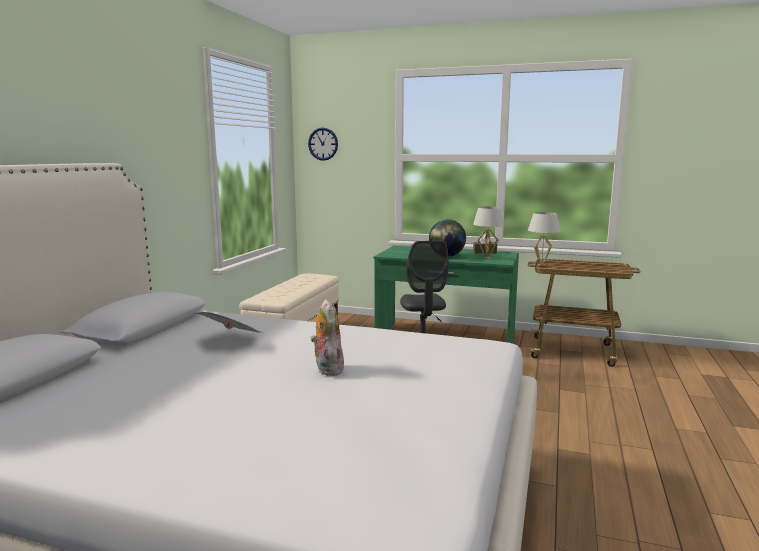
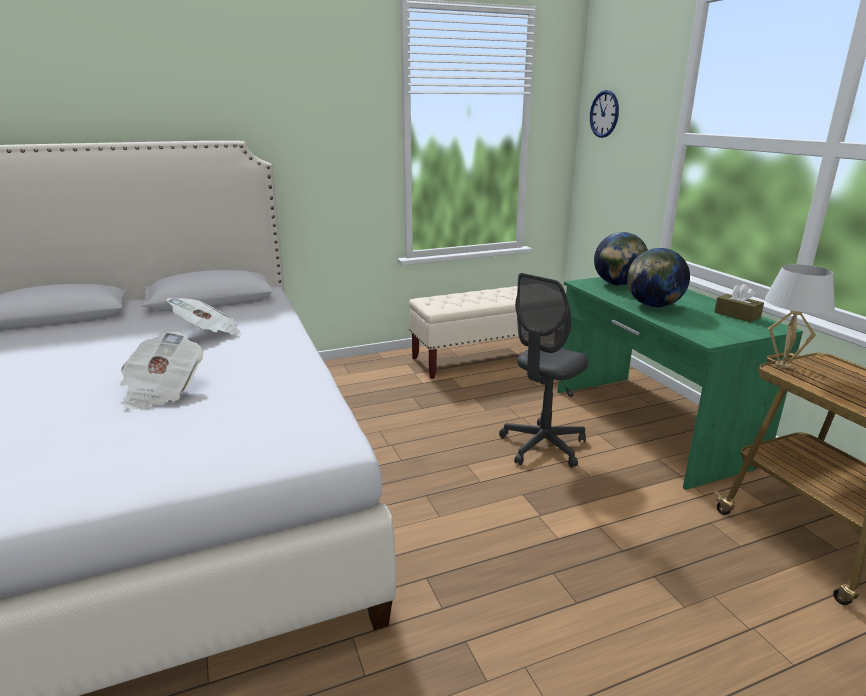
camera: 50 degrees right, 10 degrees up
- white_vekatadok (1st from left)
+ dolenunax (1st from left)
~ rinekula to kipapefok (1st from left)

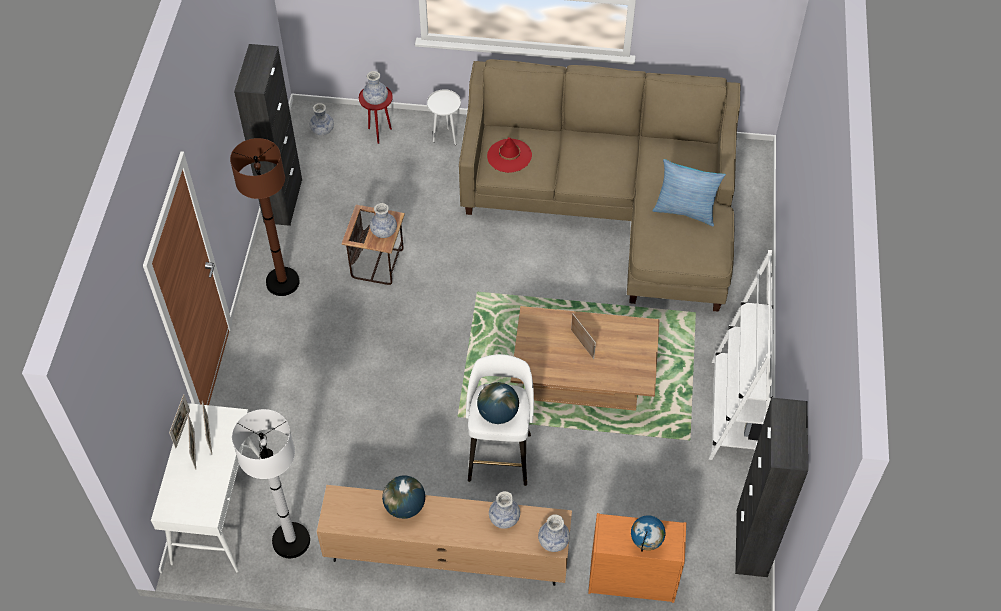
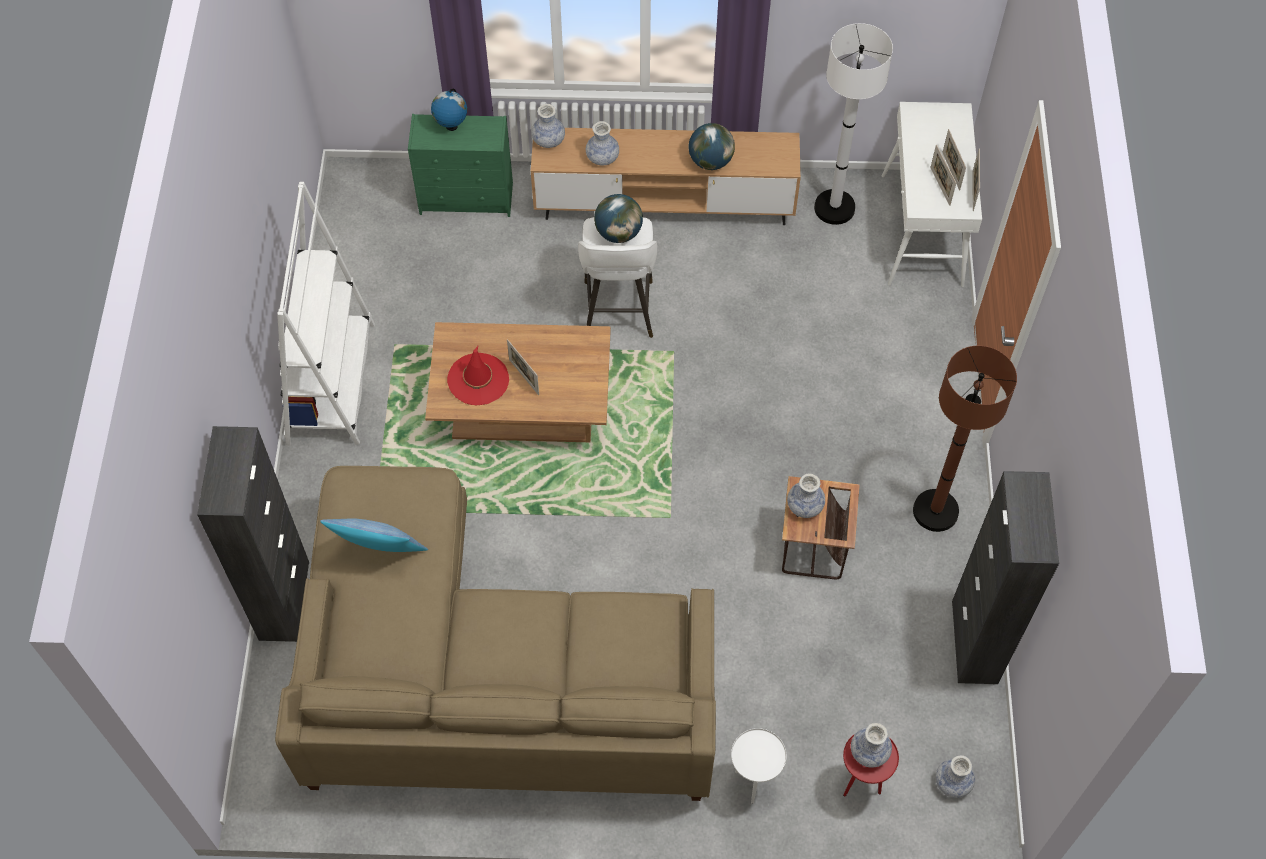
camera: 175 degrees right, 5 degrees up
~ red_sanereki
~ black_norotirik (2nd from left in the first image) to black_norotirik (1st from left)
~ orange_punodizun to green_punodizun

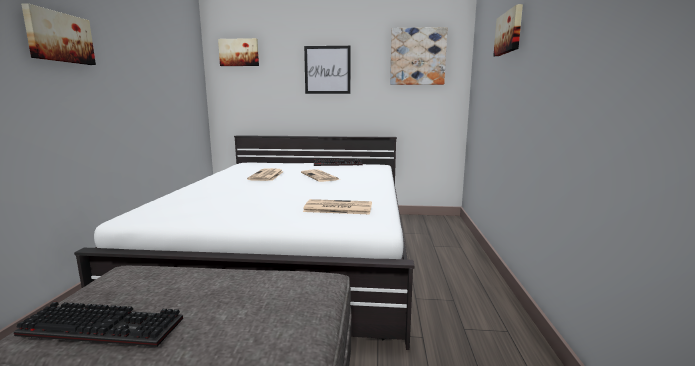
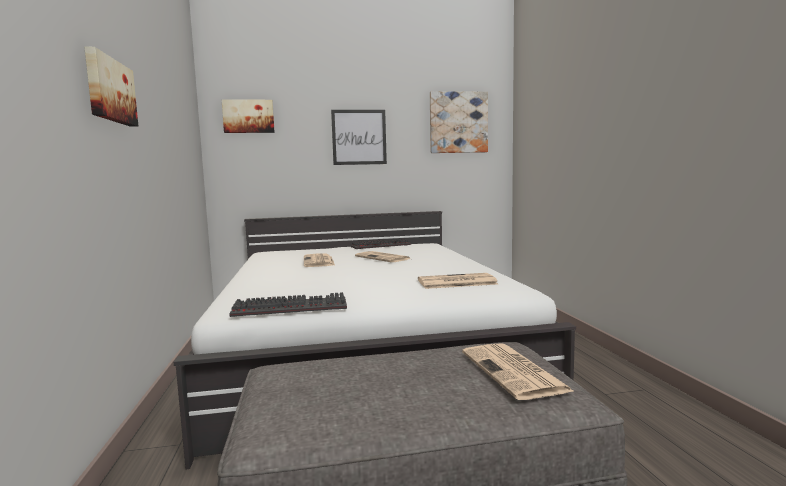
camera: 15 degrees left, 5 degrees down
- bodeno (5th from left)
+ kipapefok (4th from left)
~ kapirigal (1st from left)

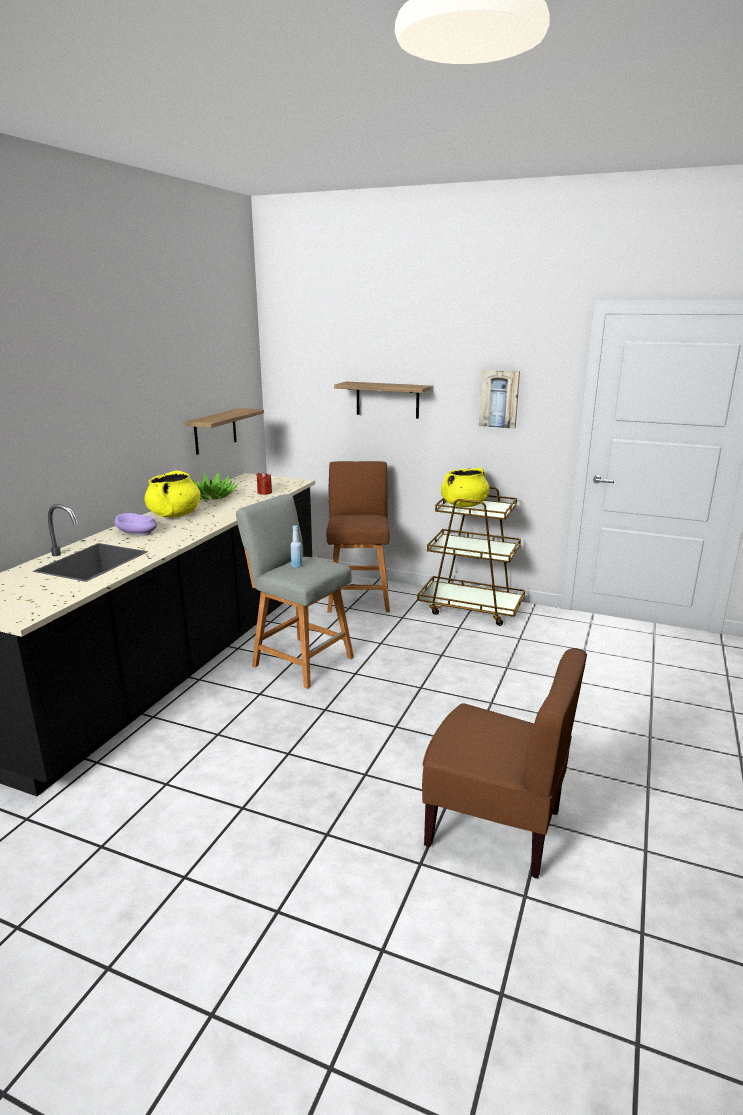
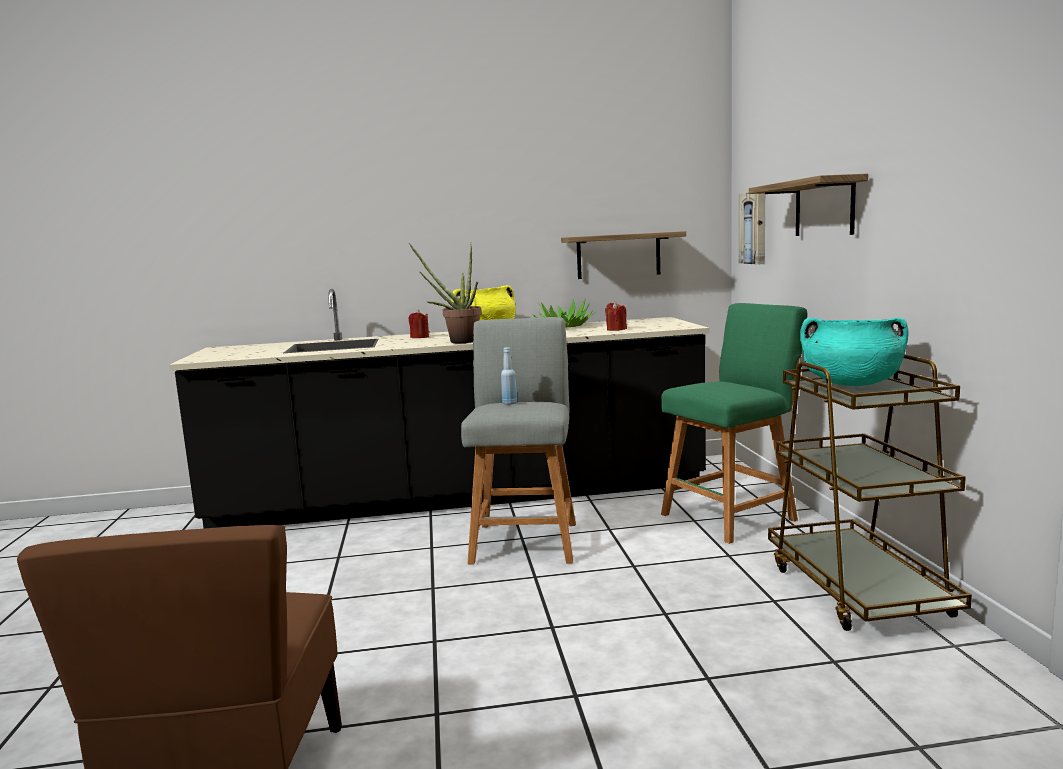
camera: 60 degrees right, 10 degrees down
+ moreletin (1st from left)
~ bodeno
~ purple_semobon to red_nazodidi (1st from left)
~ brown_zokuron to green_zokuron
~ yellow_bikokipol (2nd from left) to turquoise_bikokipol

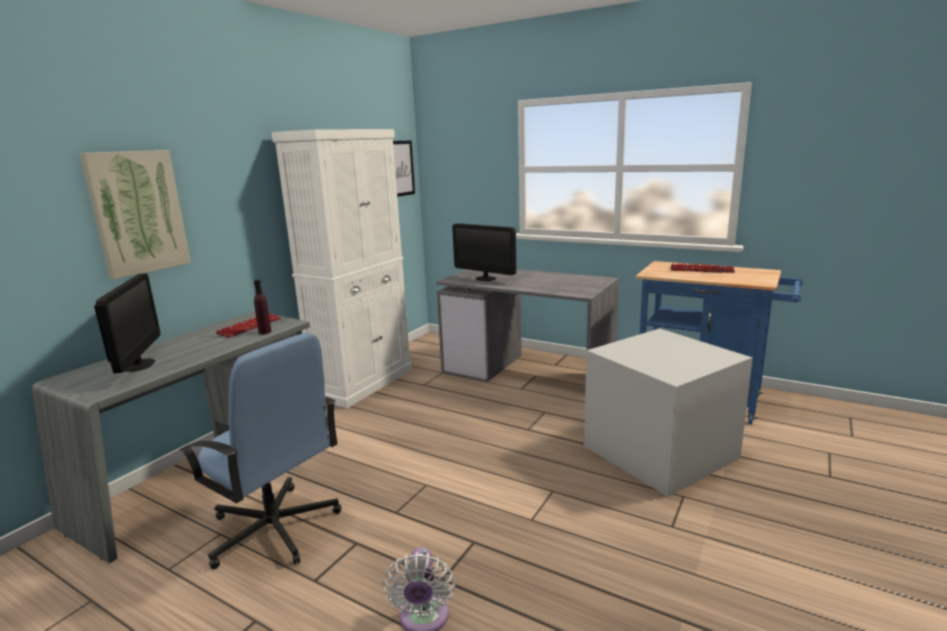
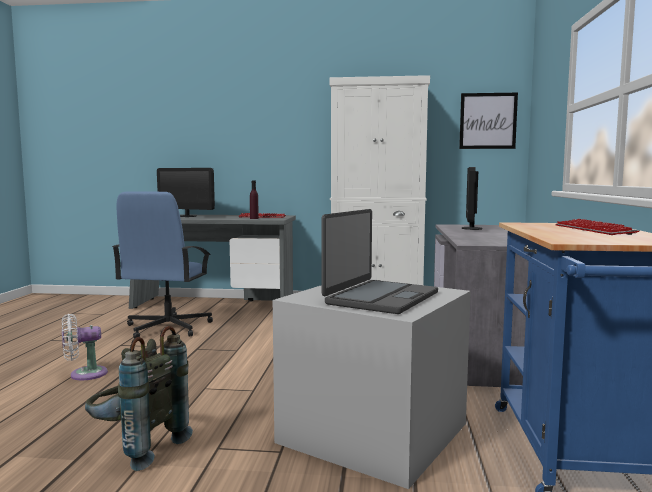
camera: 65 degrees right, 10 degrees down
- bodeno (1st from left)
+ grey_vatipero
+ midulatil
~ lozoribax (1st from left) 60 degrees clockwise

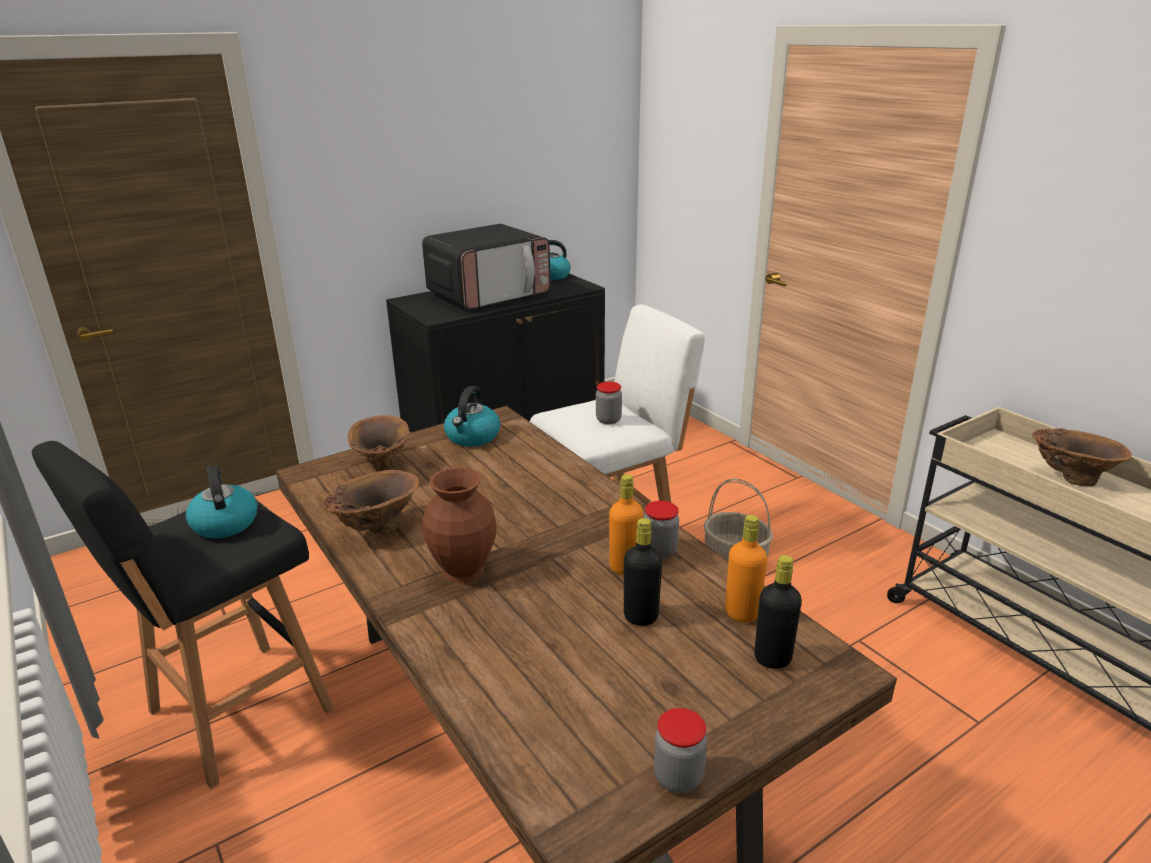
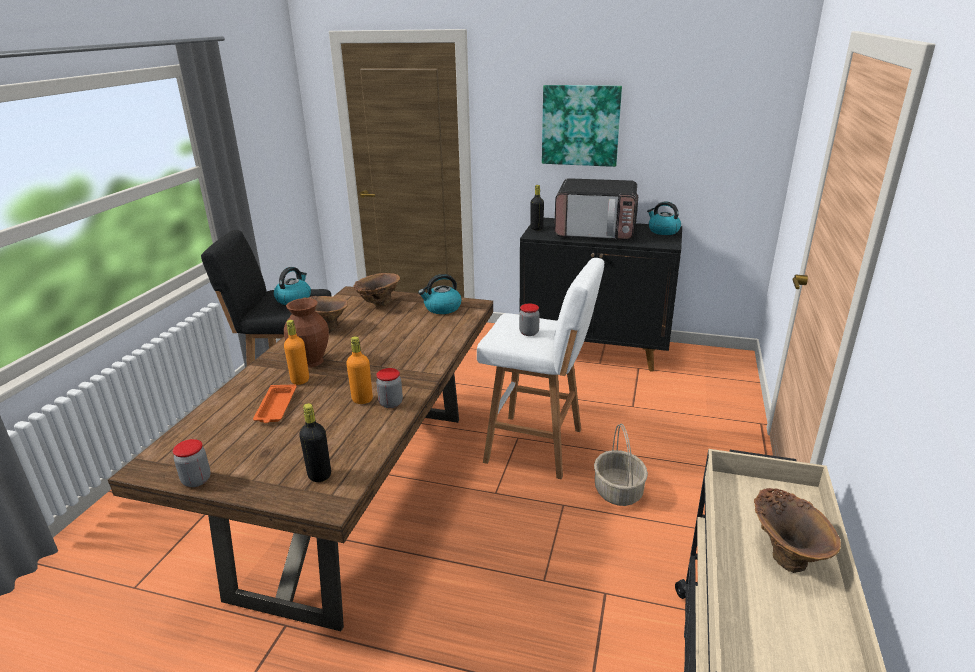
camera: 50 degrees right, 0 degrees up
+ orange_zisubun
+ bodeno
~ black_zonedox (1st from left in the first image) to black_zonedox (2nd from left)
~ orange_zonedox (2nd from left in the first image) to orange_zonedox (1st from left)

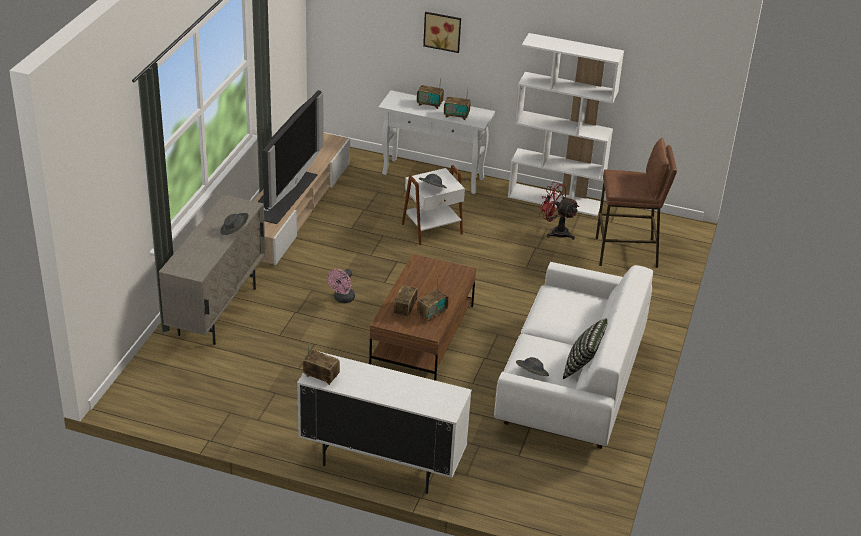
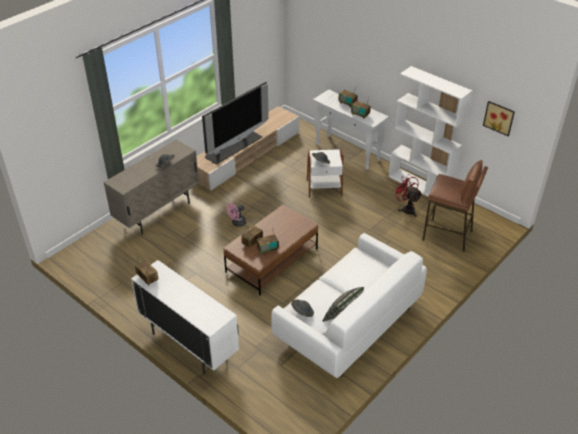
camera: 25 degrees right, 5 degrees up
~ bodeno

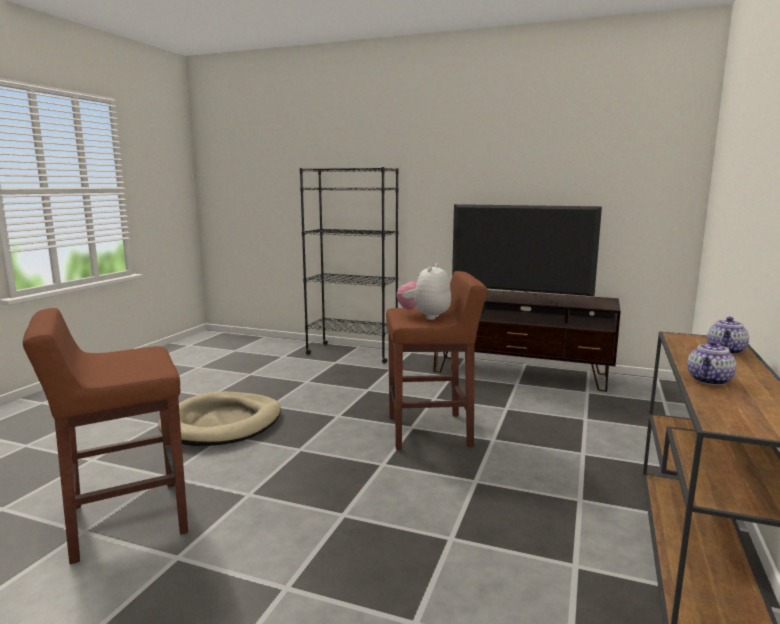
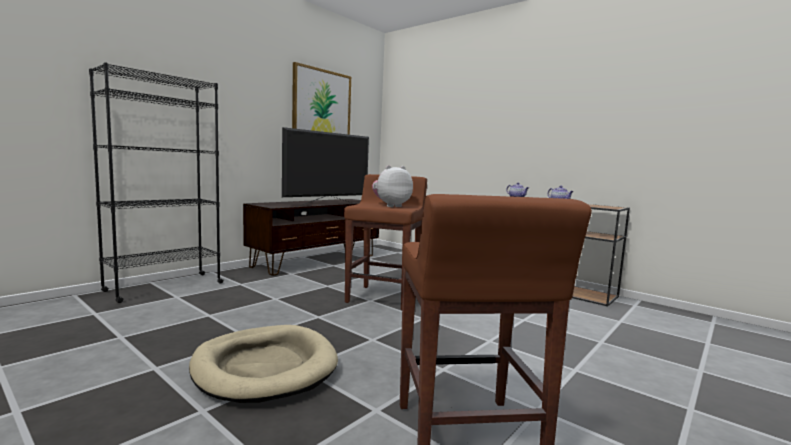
camera: 70 degrees left, 5 degrees down
+ bodeno
~ rinekula 105 degrees clockwise

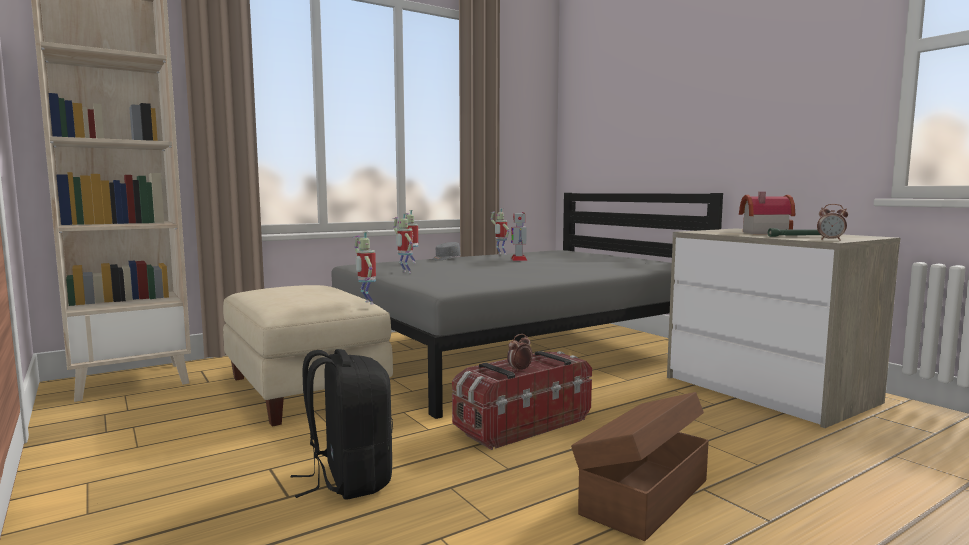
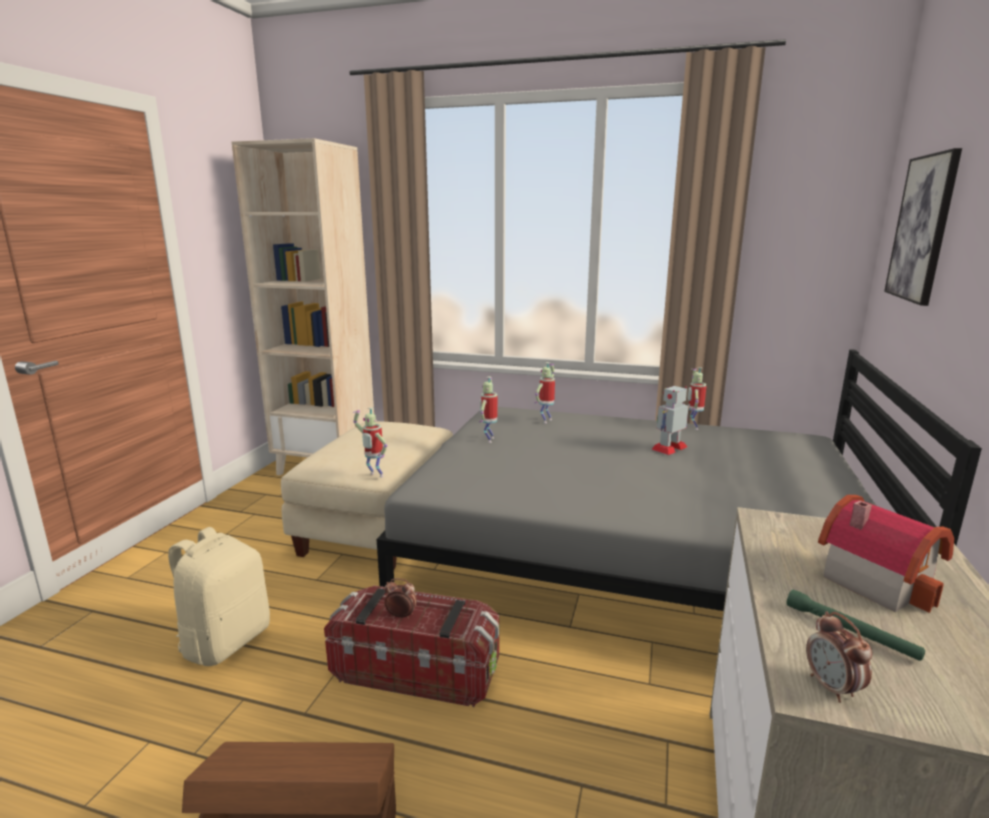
camera: 50 degrees right, 10 degrees up
- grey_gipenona
+ bodeno
~ black_vatipero to beige_vatipero
~ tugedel (1st from left) 75 degrees counterclockwise

